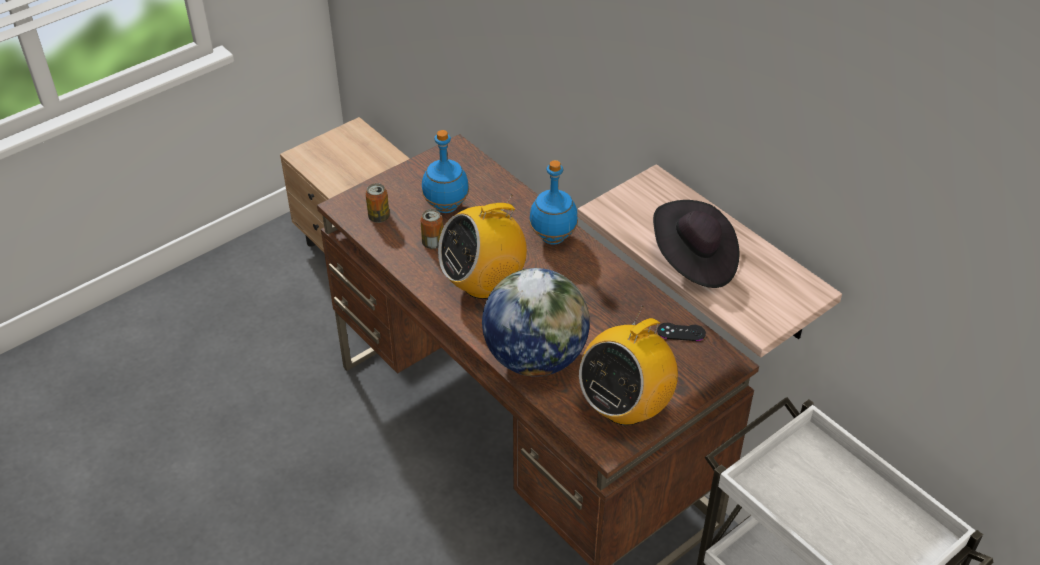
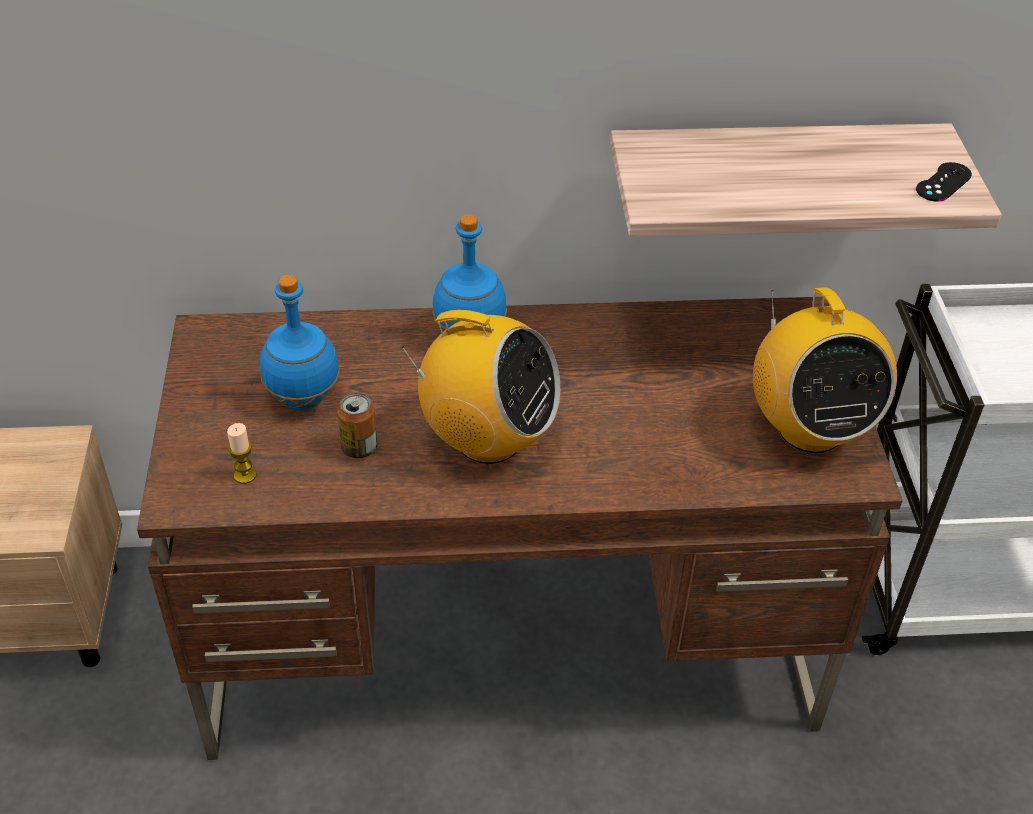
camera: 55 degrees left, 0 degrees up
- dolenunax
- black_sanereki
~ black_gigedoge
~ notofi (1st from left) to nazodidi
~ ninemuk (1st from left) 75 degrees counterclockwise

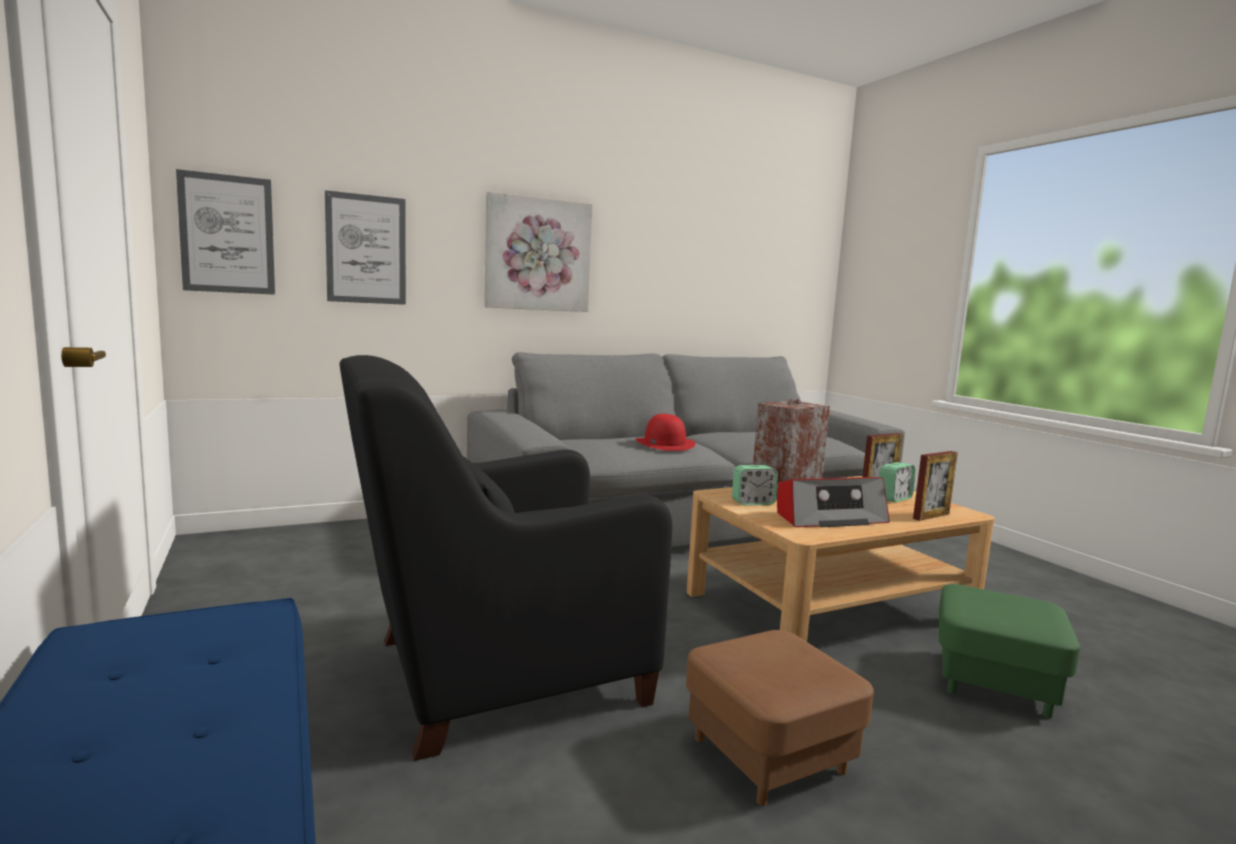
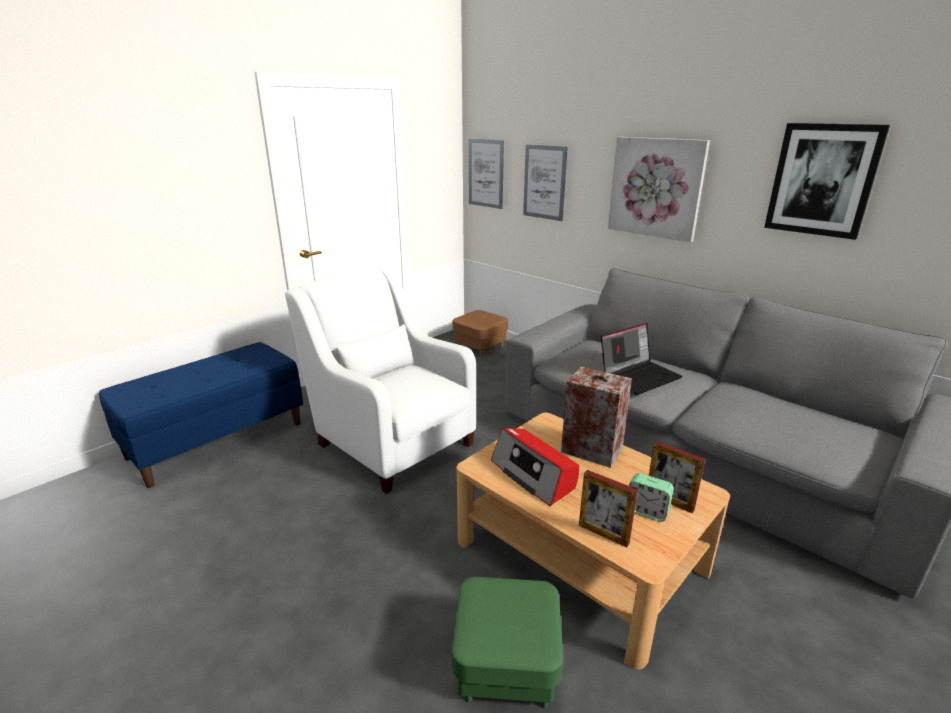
camera: 70 degrees right, 15 degrees up
- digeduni (1st from left)
+ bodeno (4th from left)
~ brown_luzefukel
~ red_sanereki to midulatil
~ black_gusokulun to white_gusokulun

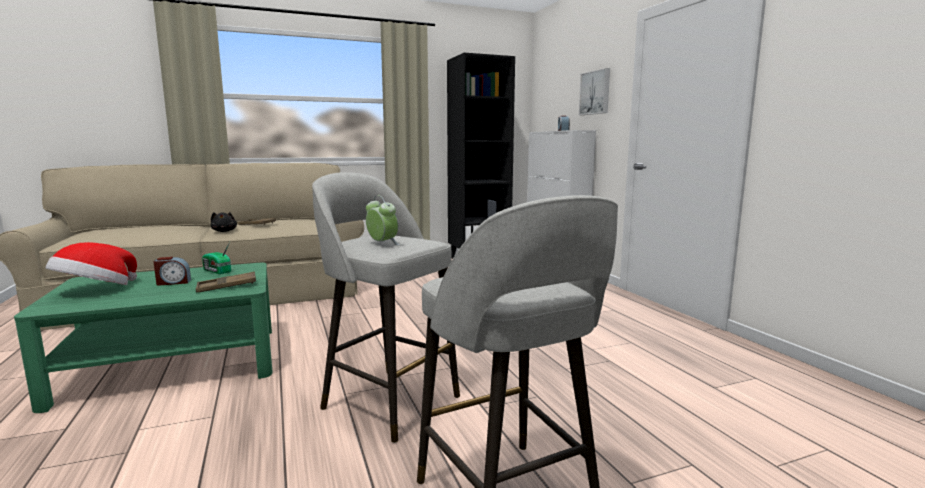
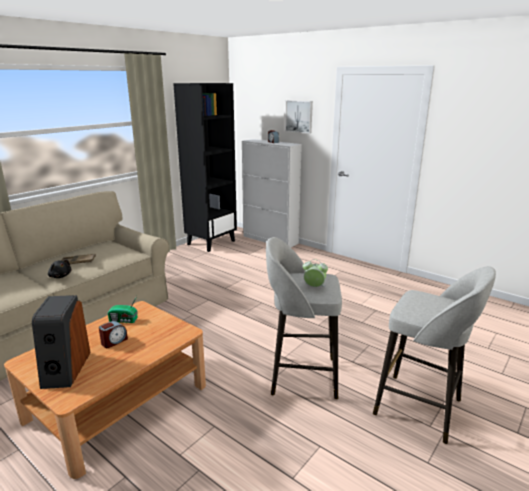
camera: 30 degrees left, 10 degrees up
- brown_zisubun (1st from left)
~ sanereki to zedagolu
~ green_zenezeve to brown_zenezeve

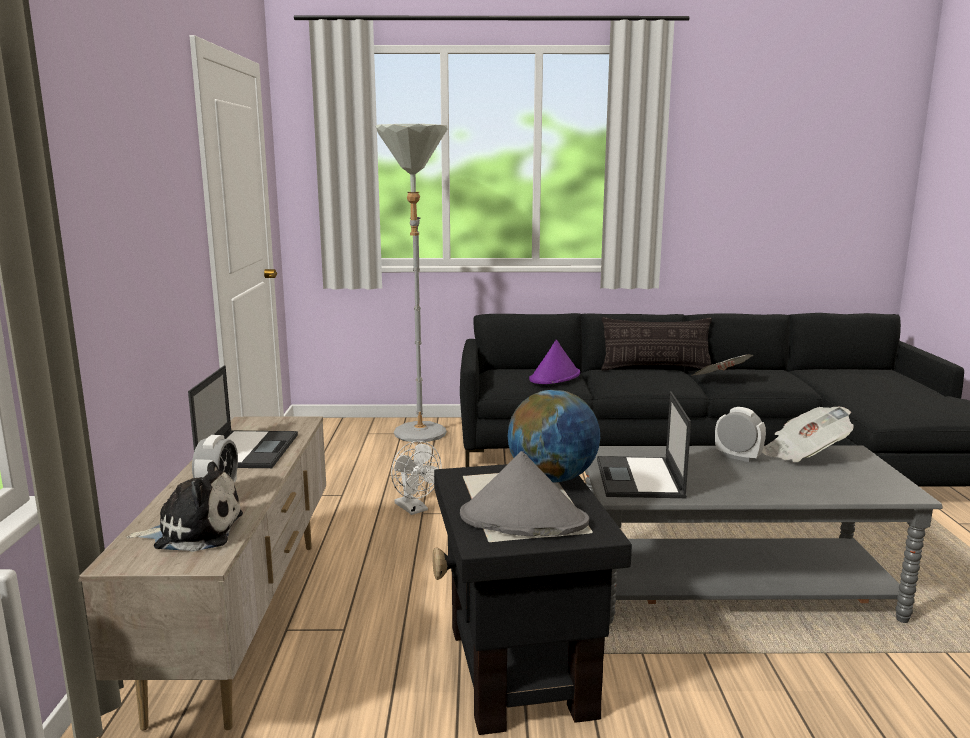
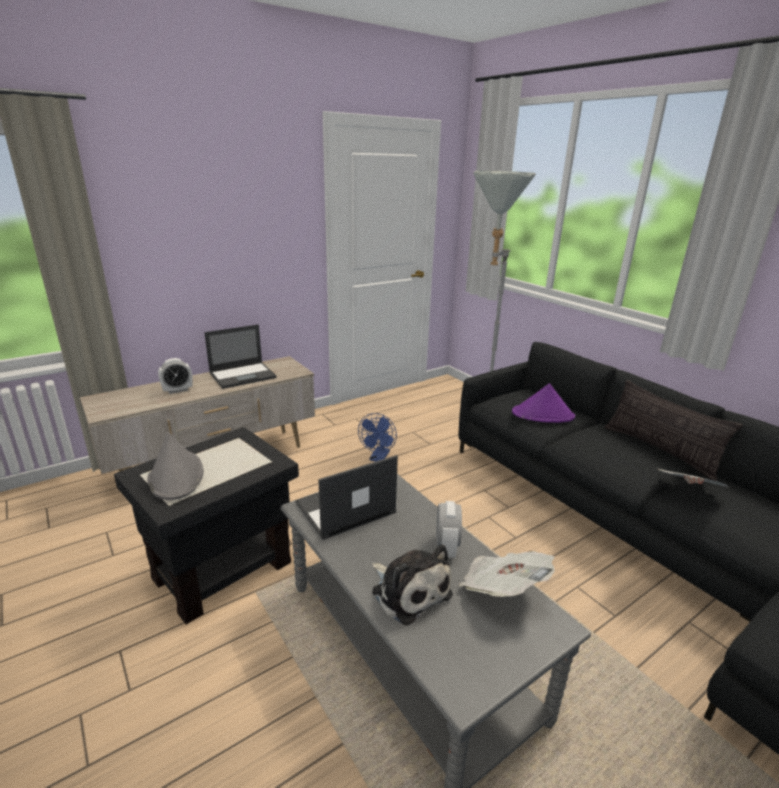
camera: 55 degrees right, 10 degrees up
- dolenunax
~ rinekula
~ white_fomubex to blue_fomubex

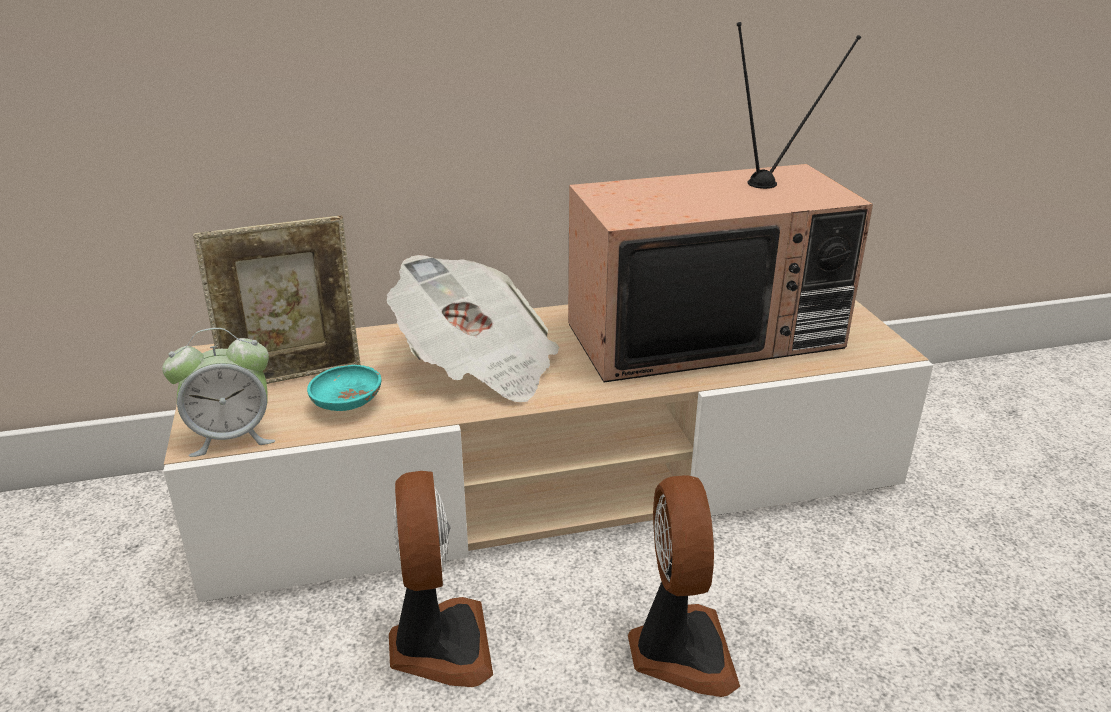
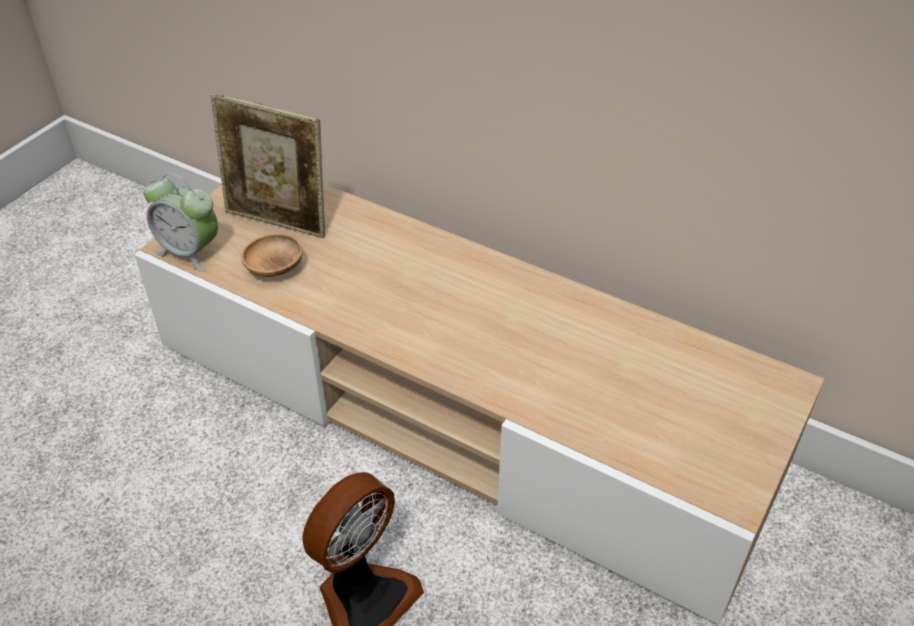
camera: 45 degrees right, 15 degrees up
- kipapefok
- fomubex (1st from left)
- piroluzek
~ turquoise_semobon to brown_semobon

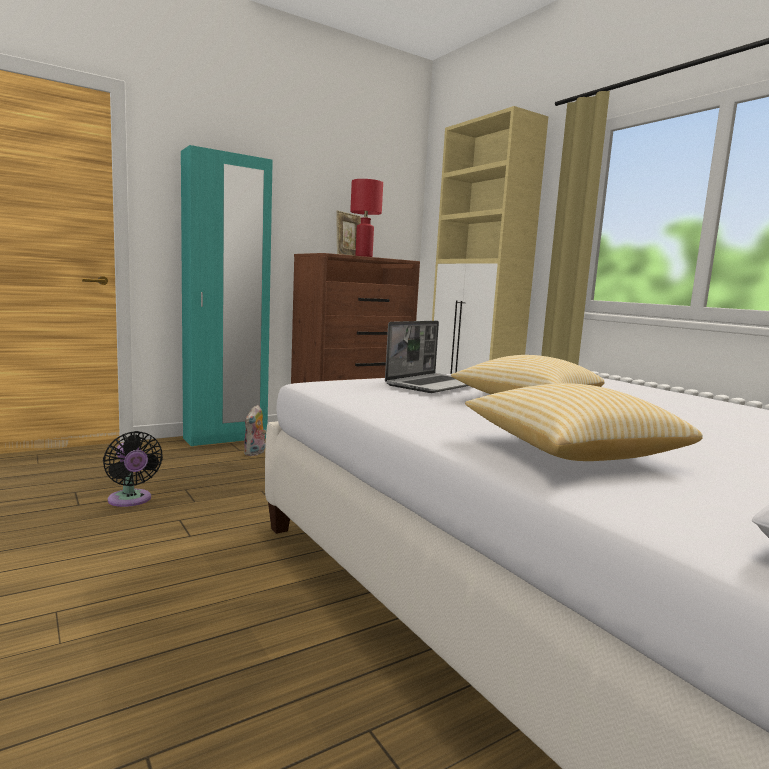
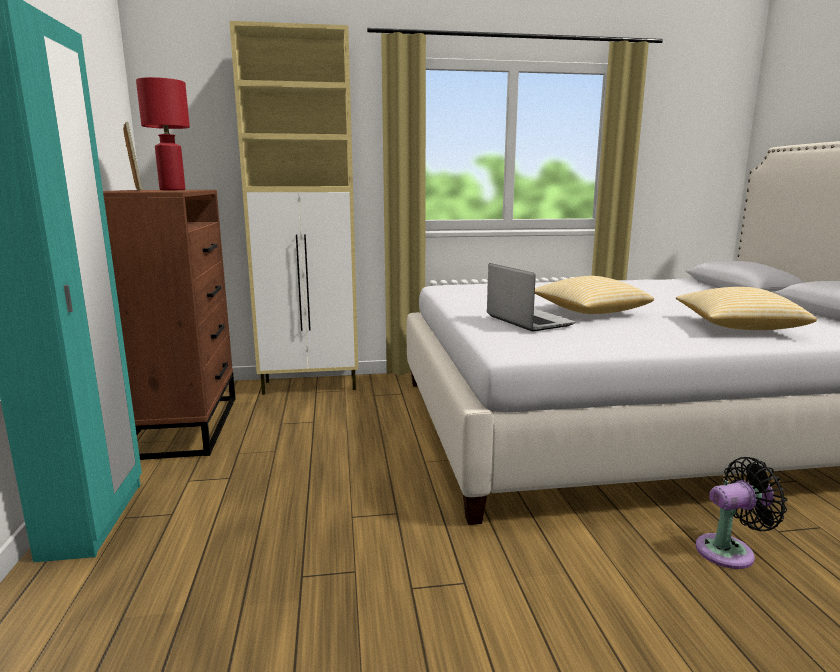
camera: 65 degrees left, 5 degrees up
- rinekula
~ black_fomubex

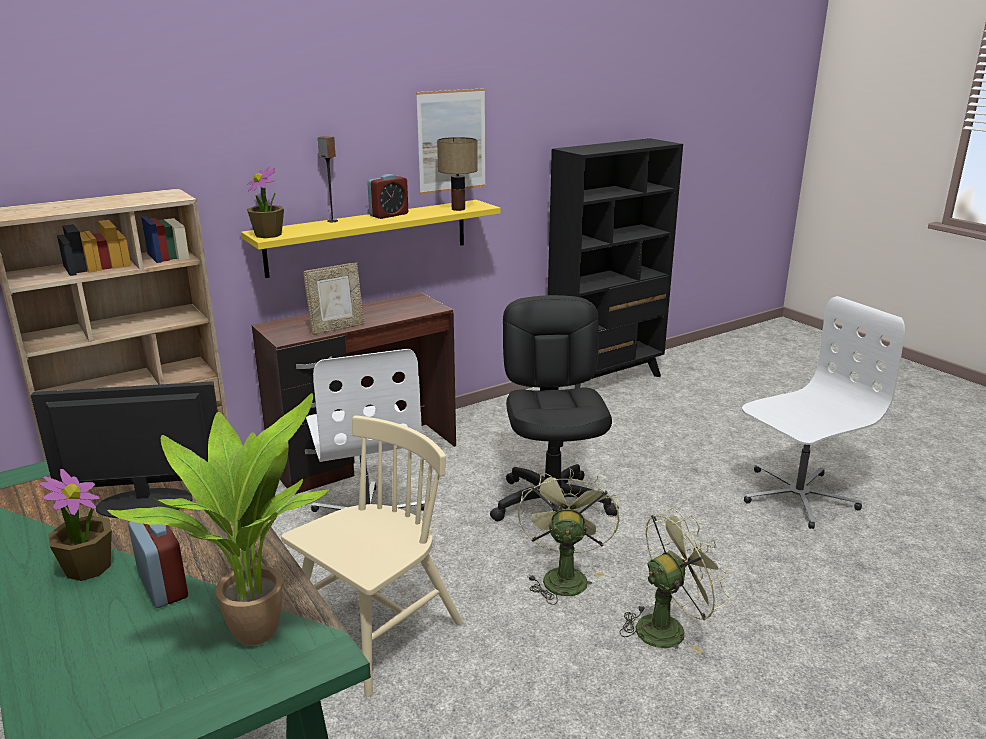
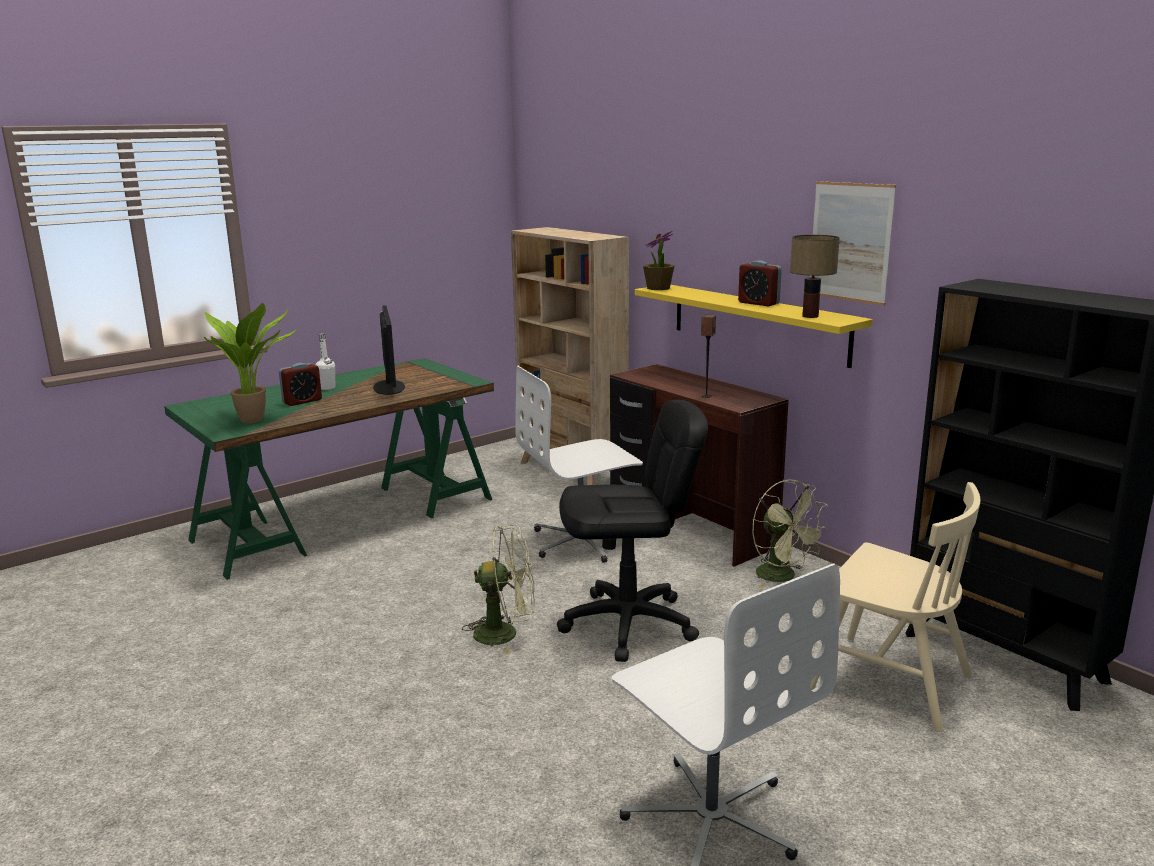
camera: 85 degrees right, 5 degrees down
- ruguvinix
~ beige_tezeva
~ zedagolu
~ green_fomubex (2nd from left)
~ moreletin (1st from left) to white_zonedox

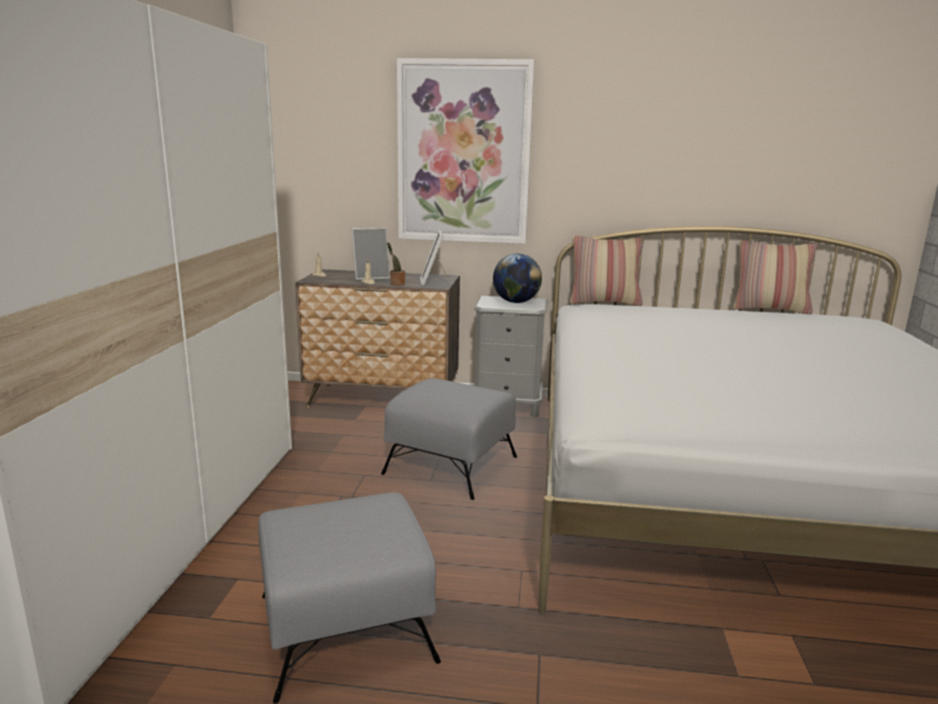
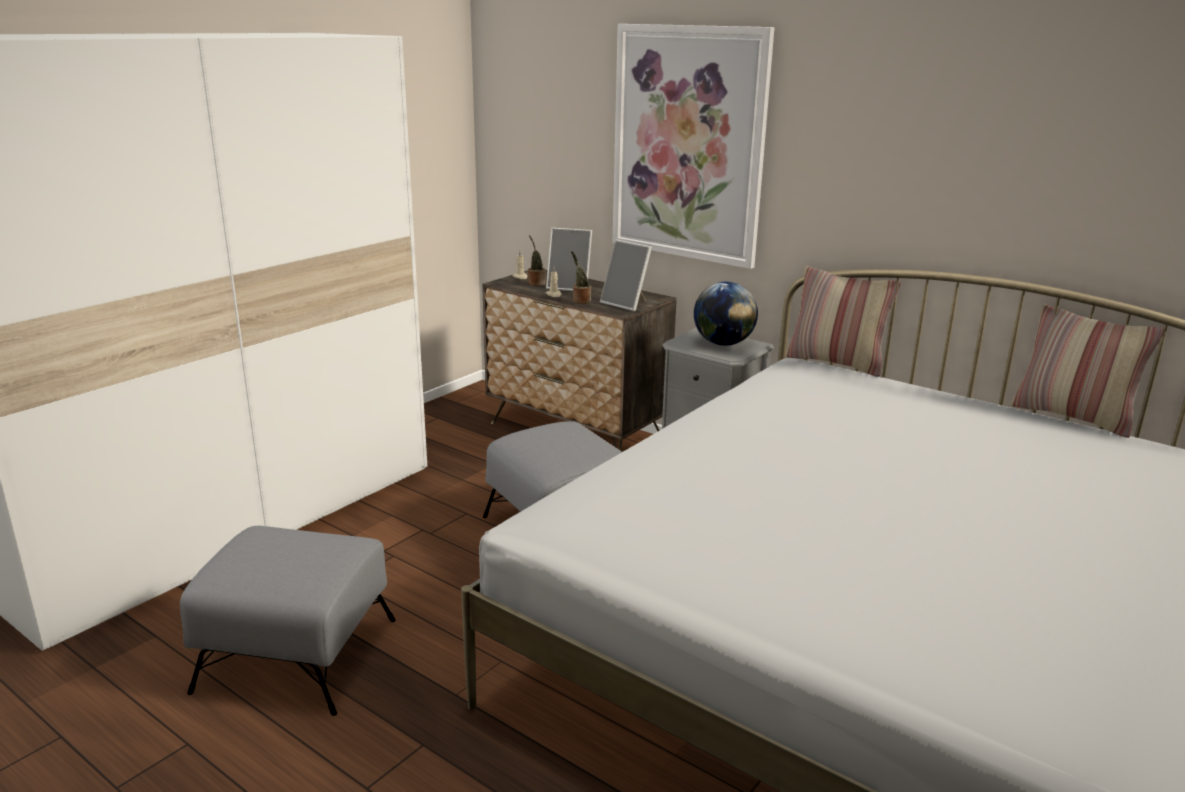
camera: 30 degrees right, 5 degrees up
+ moreletin (1st from left)
~ ruguvinix (2nd from left) 75 degrees counterclockwise

